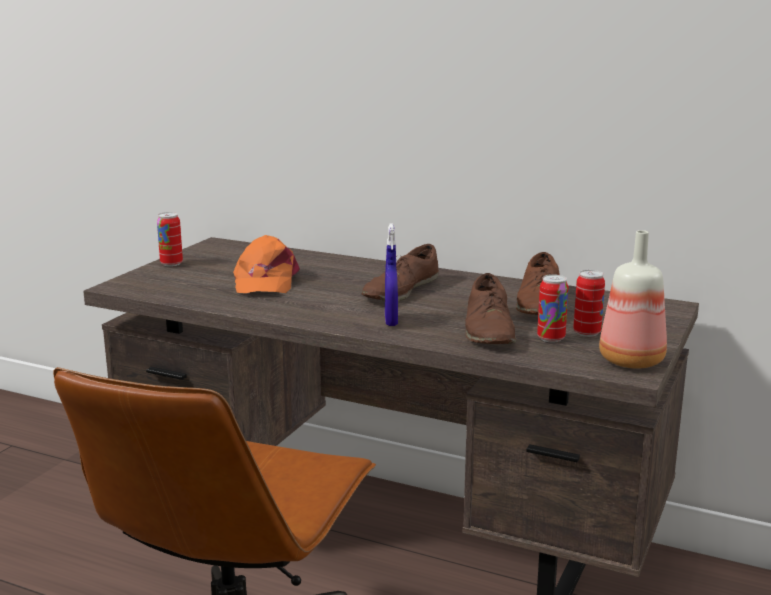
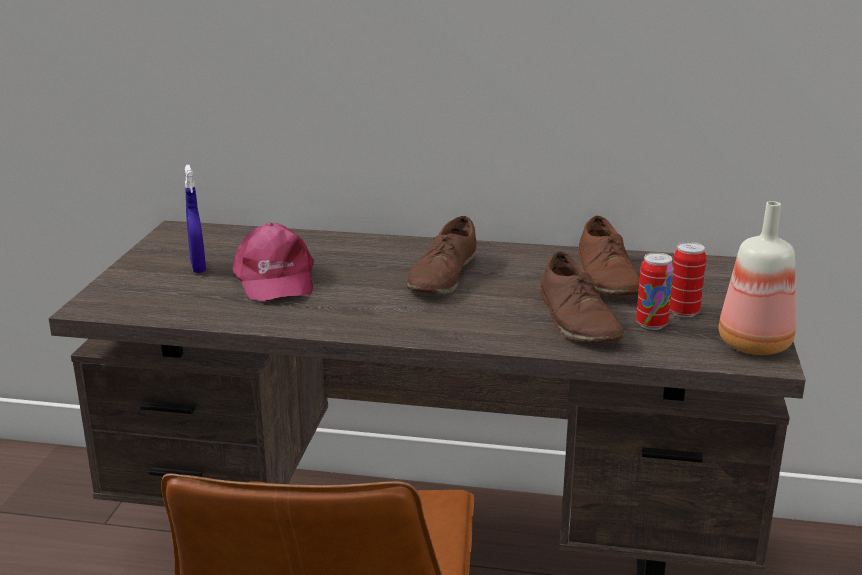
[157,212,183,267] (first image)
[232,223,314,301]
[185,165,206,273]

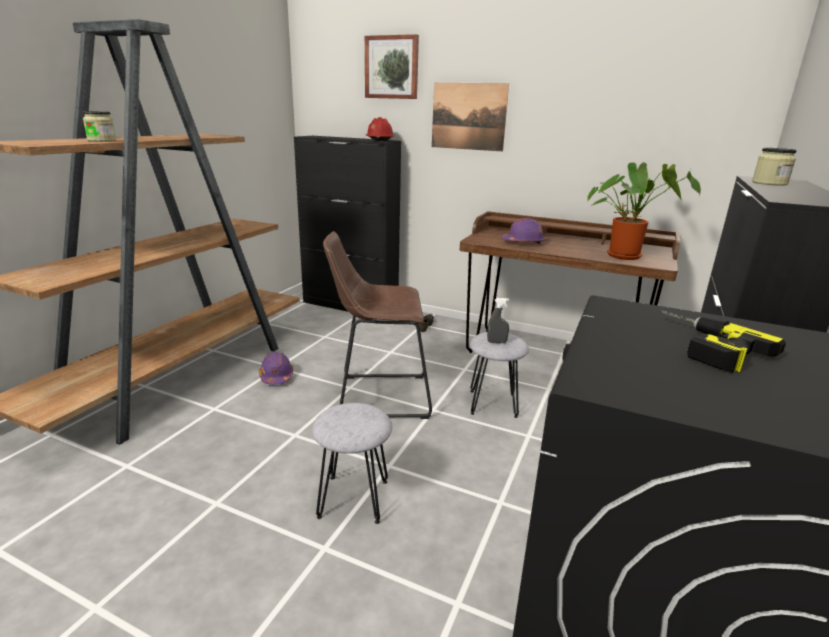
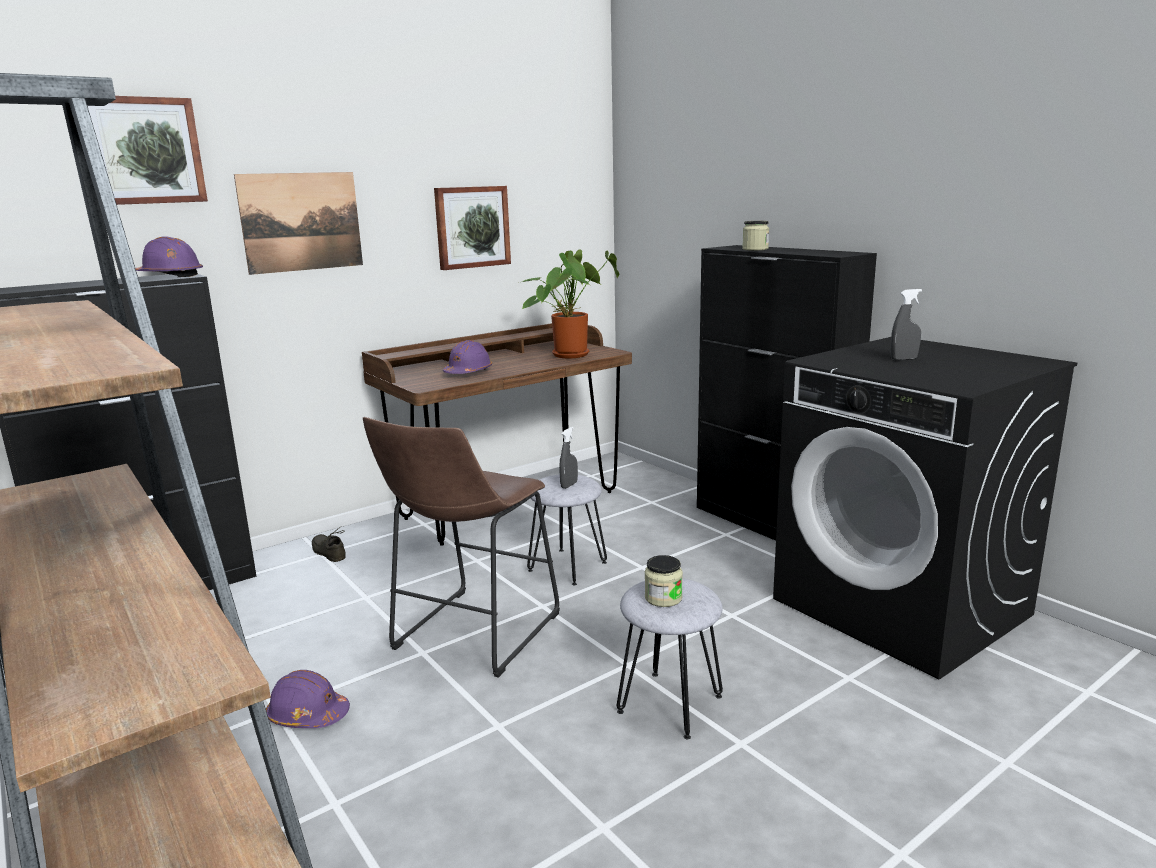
[645,555,683,607]
[135,236,203,277]
[890,289,922,360]
[434,186,511,270]

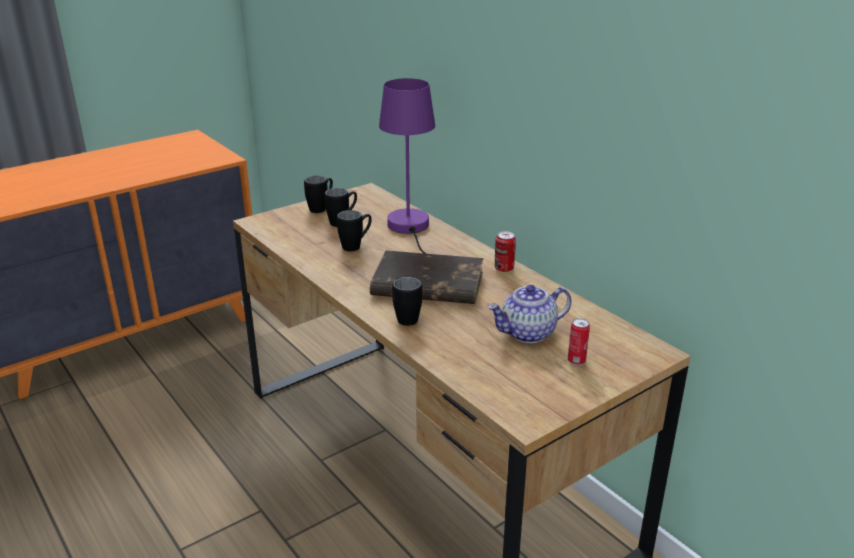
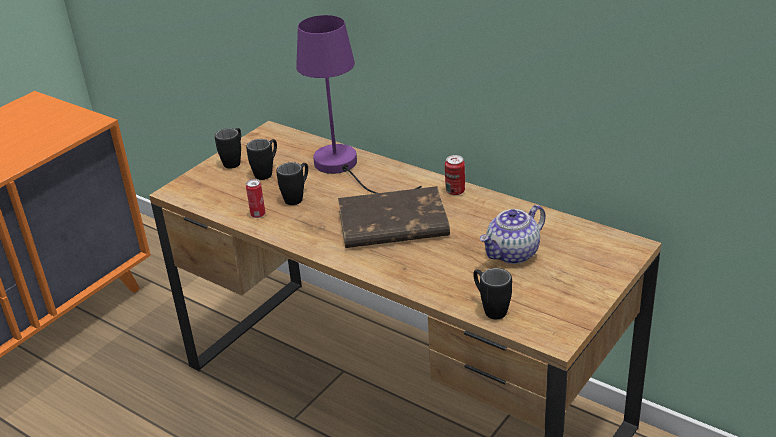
[473,268,512,319]
[246,179,265,218]

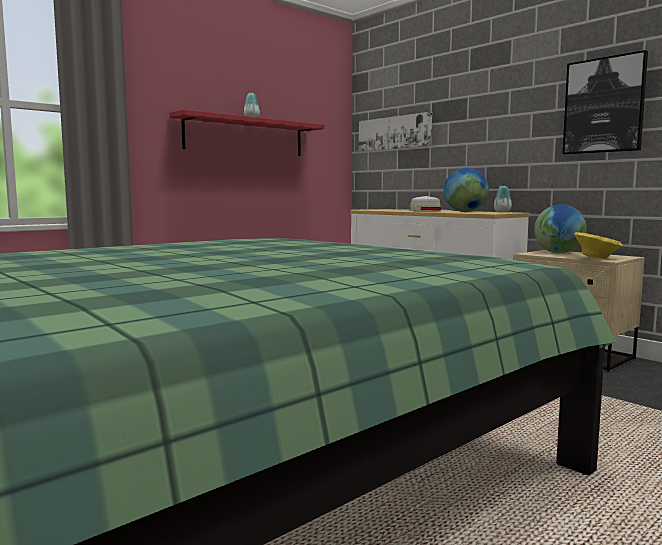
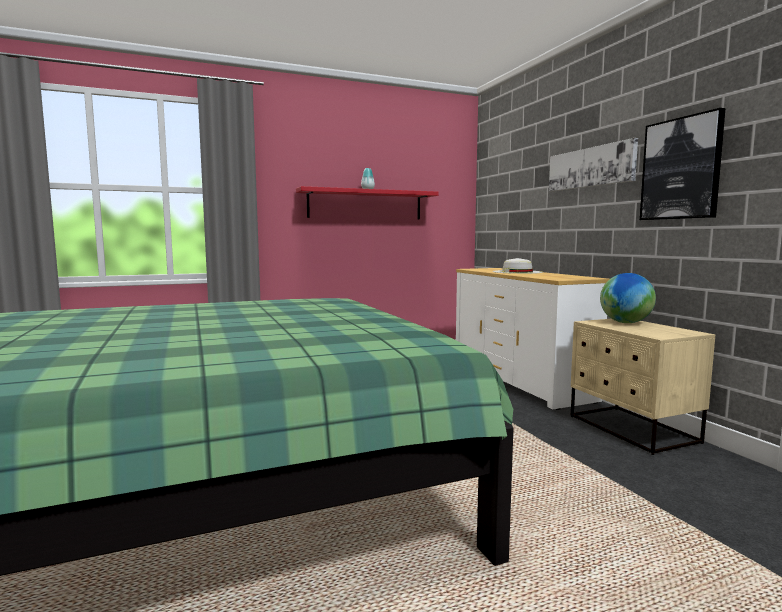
[549,138,638,191]
[444,168,489,212] (first image)
[494,186,512,212] (first image)
[573,232,622,259] (first image)

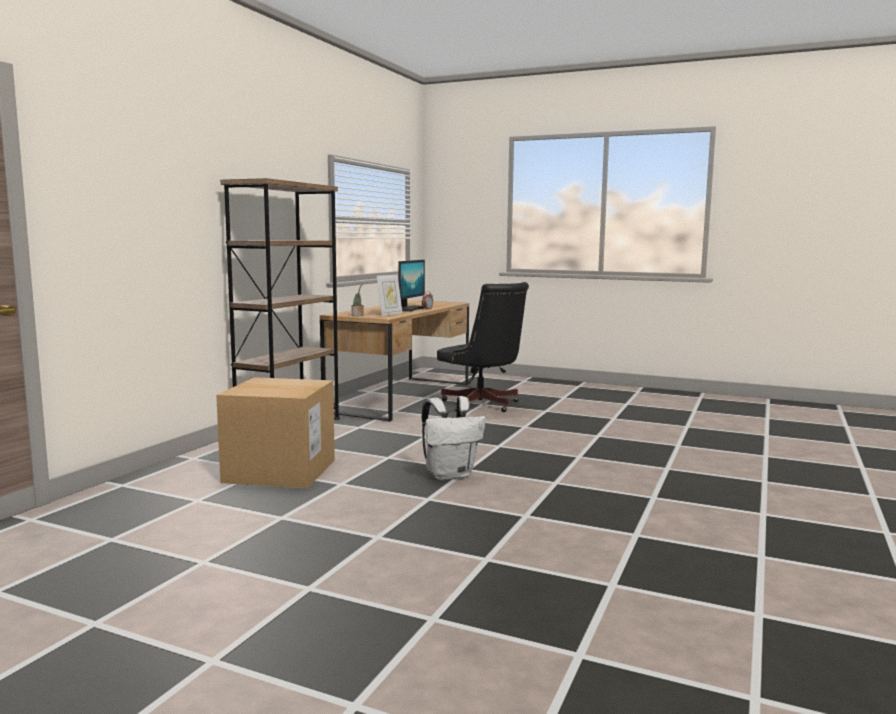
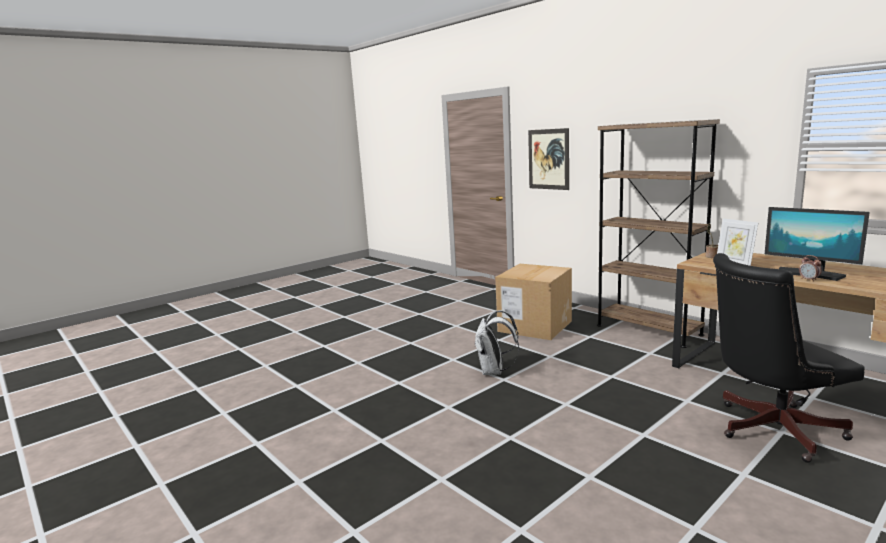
[528,128,569,190]

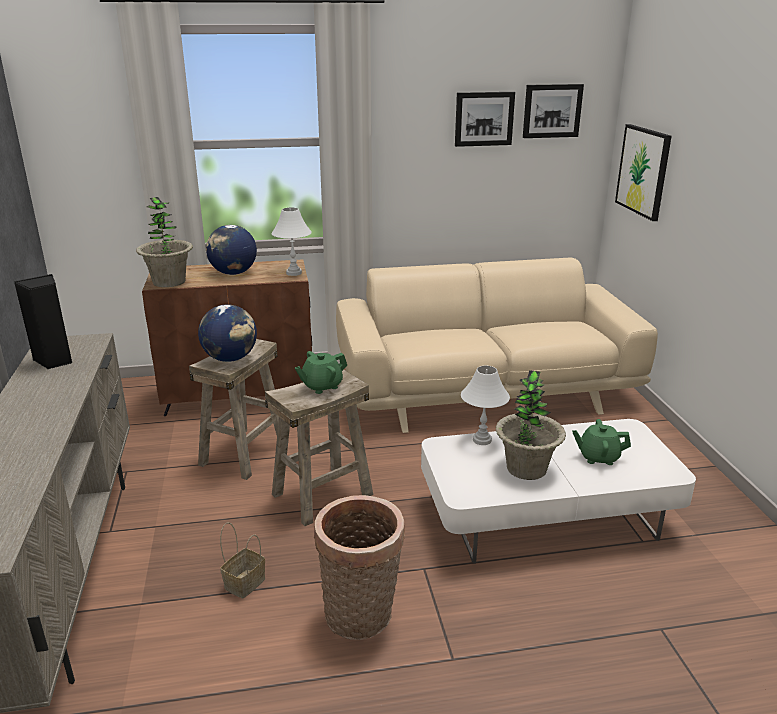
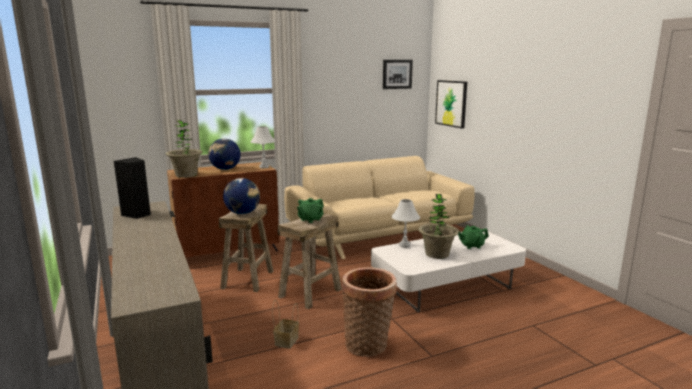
[455,92,515,147] (first image)

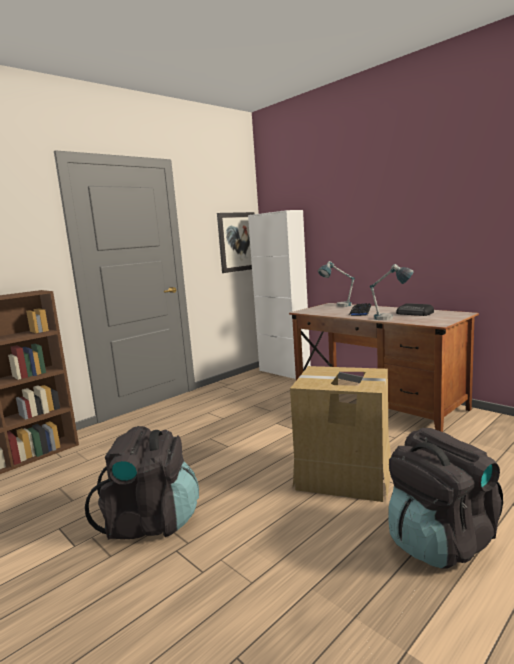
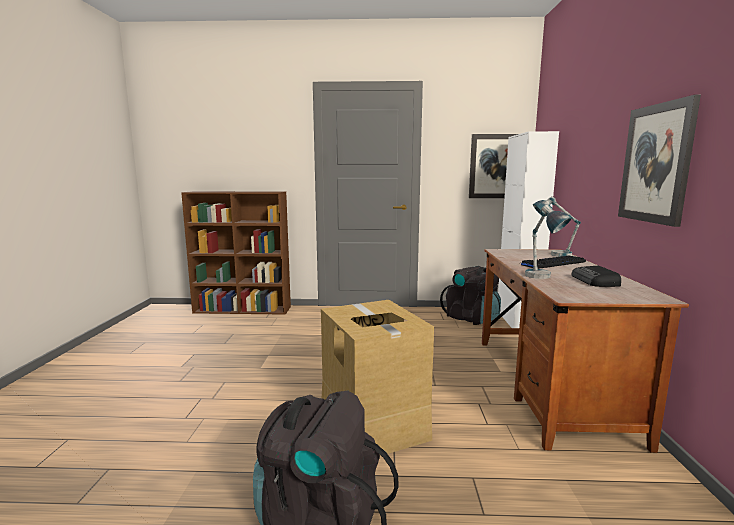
[440,266,501,325]
[618,95,701,227]

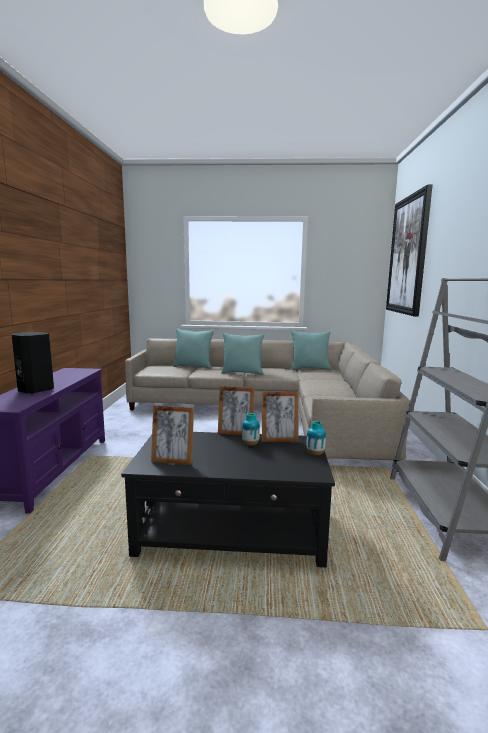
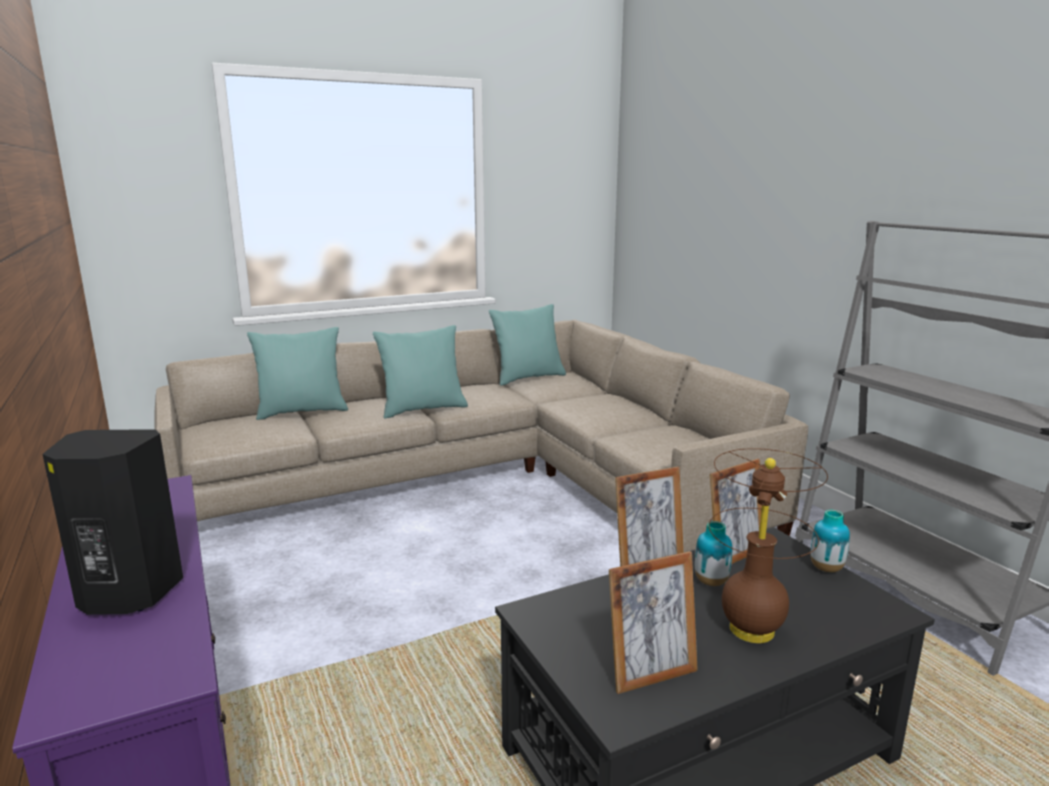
[386,185,432,316] (first image)
[709,448,828,643]

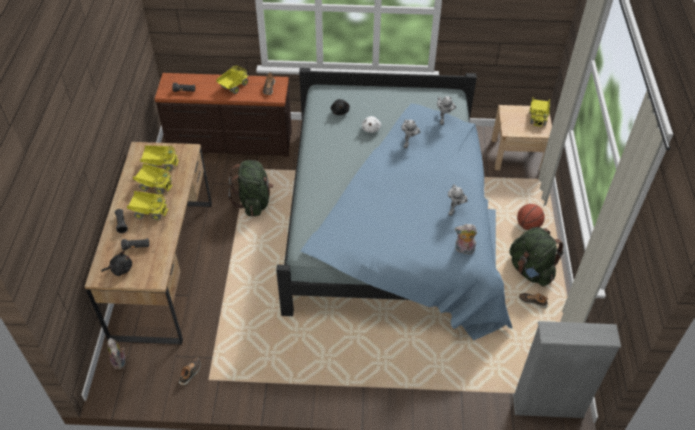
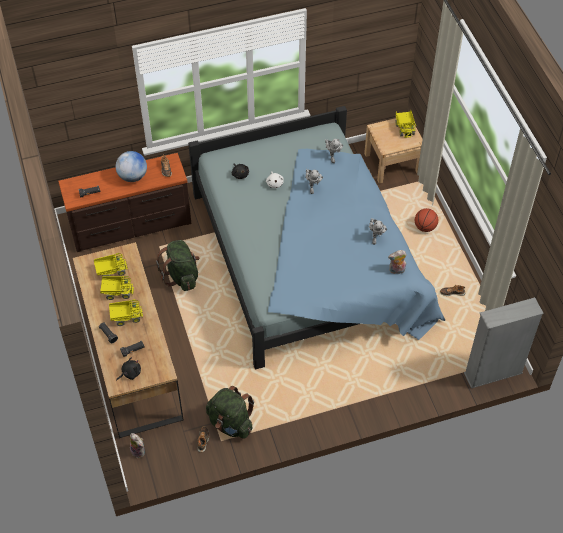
[116,151,147,182]
[206,386,254,439]

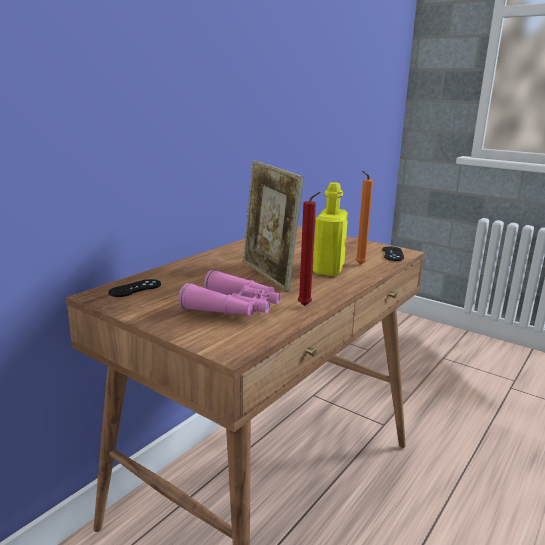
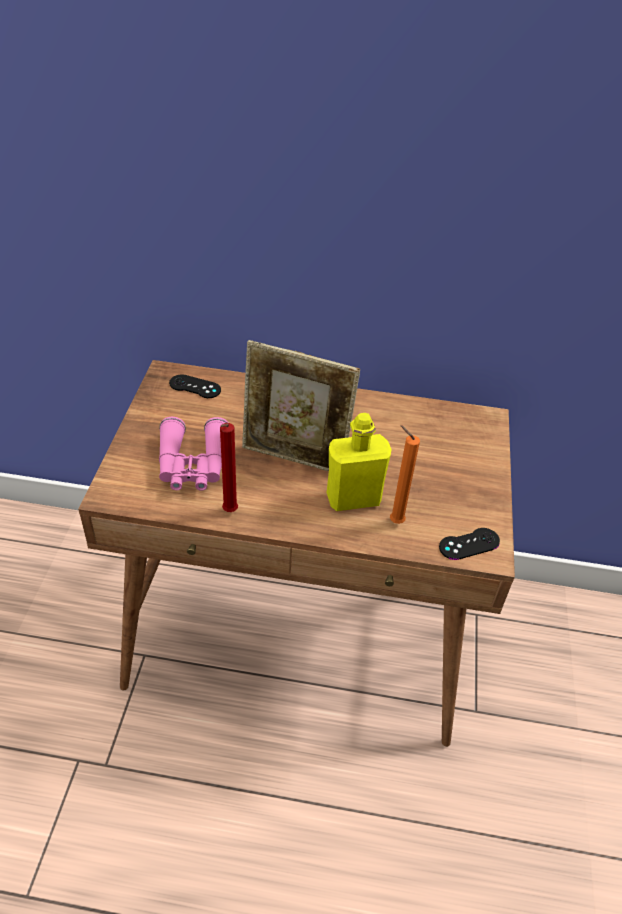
[242,340,360,472]

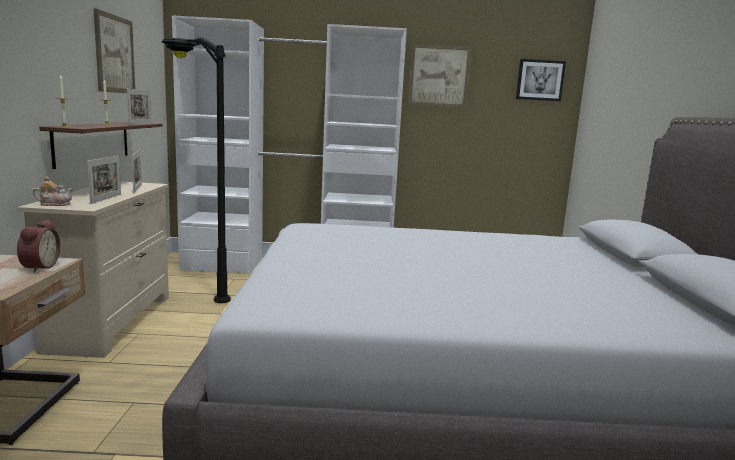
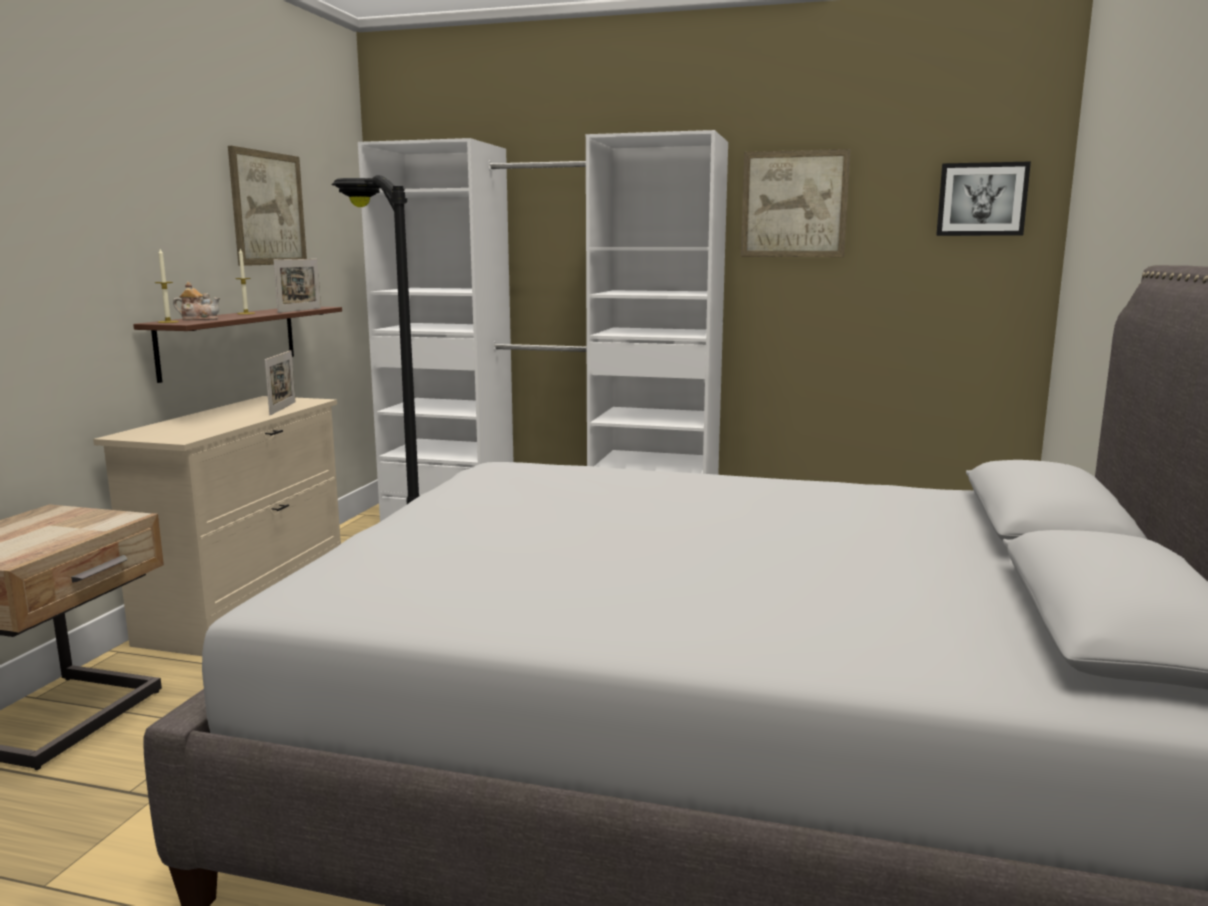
[17,220,60,273] (first image)
[173,282,220,320]
[87,156,121,204] (first image)

